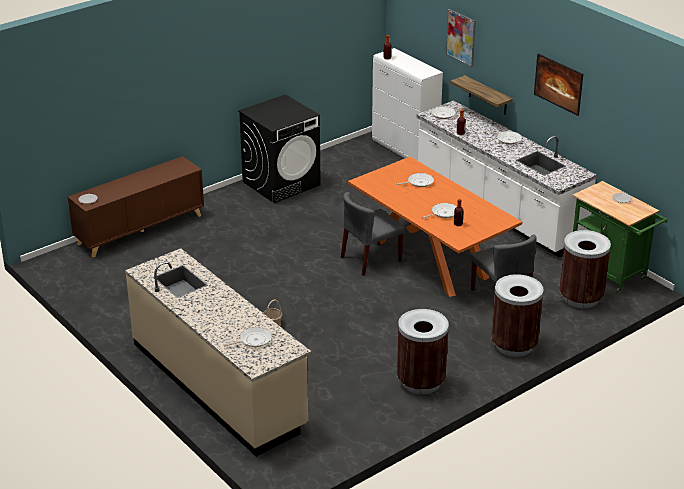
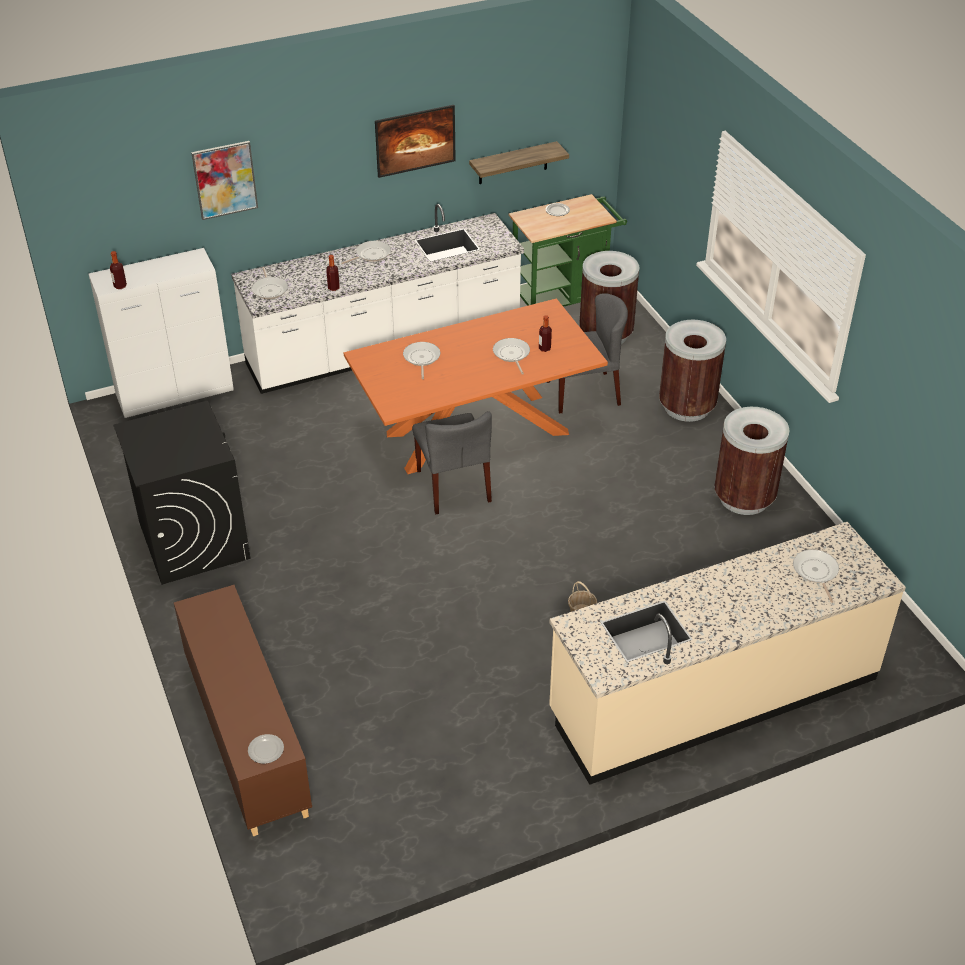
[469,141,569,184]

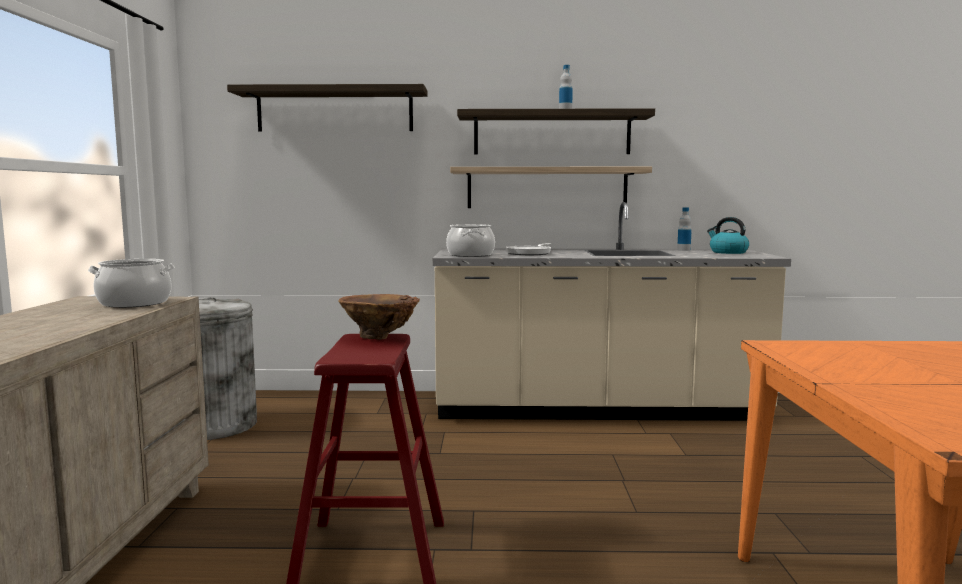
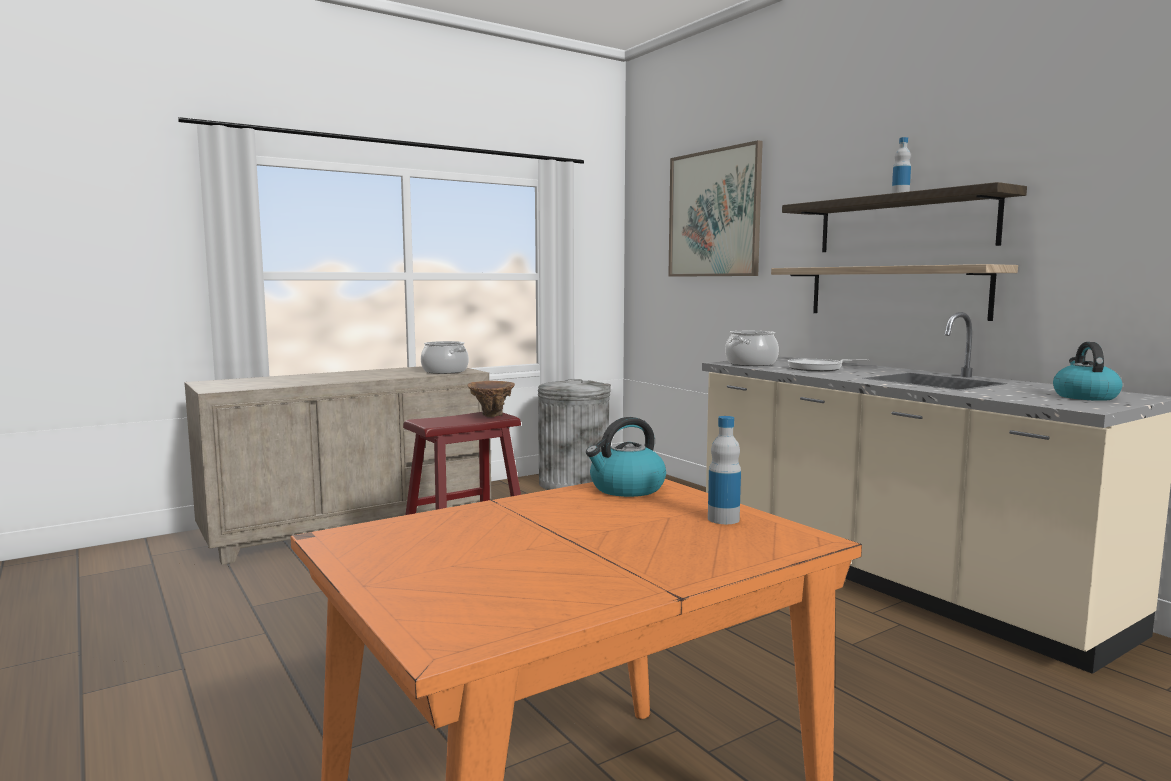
[668,140,763,277]
[708,416,741,524]
[586,417,666,497]

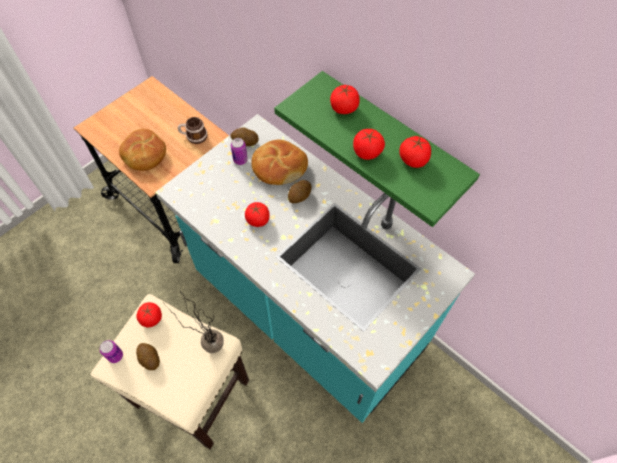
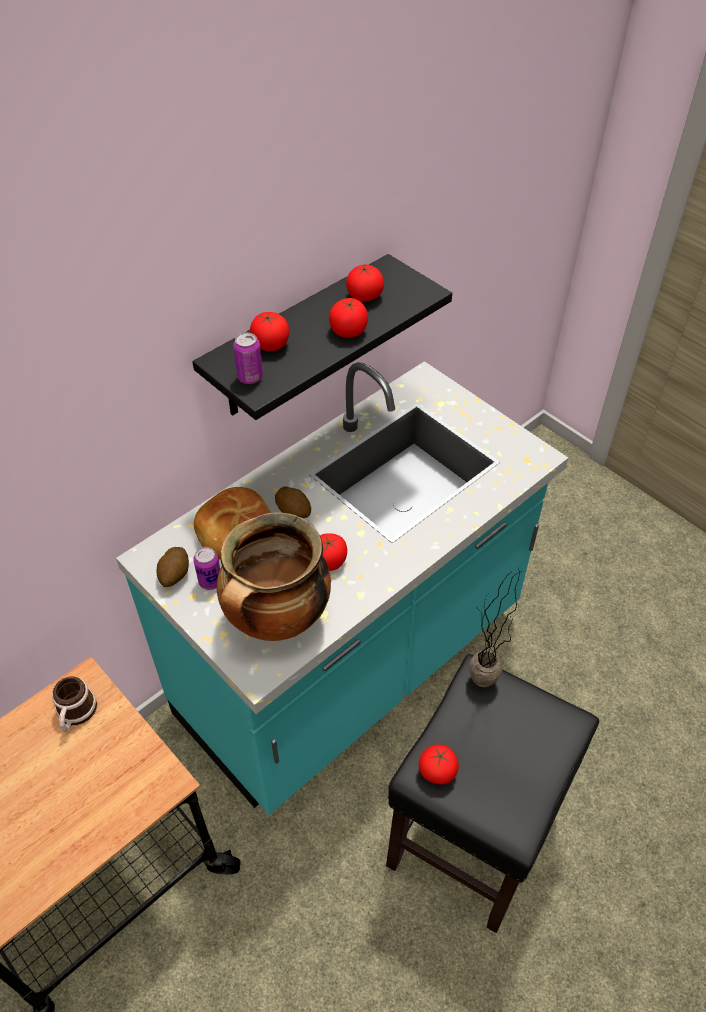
[386,654,599,933]
[233,332,263,384]
[119,129,166,171] (first image)
[136,343,160,370] (first image)
[192,254,452,420]
[217,512,331,641]

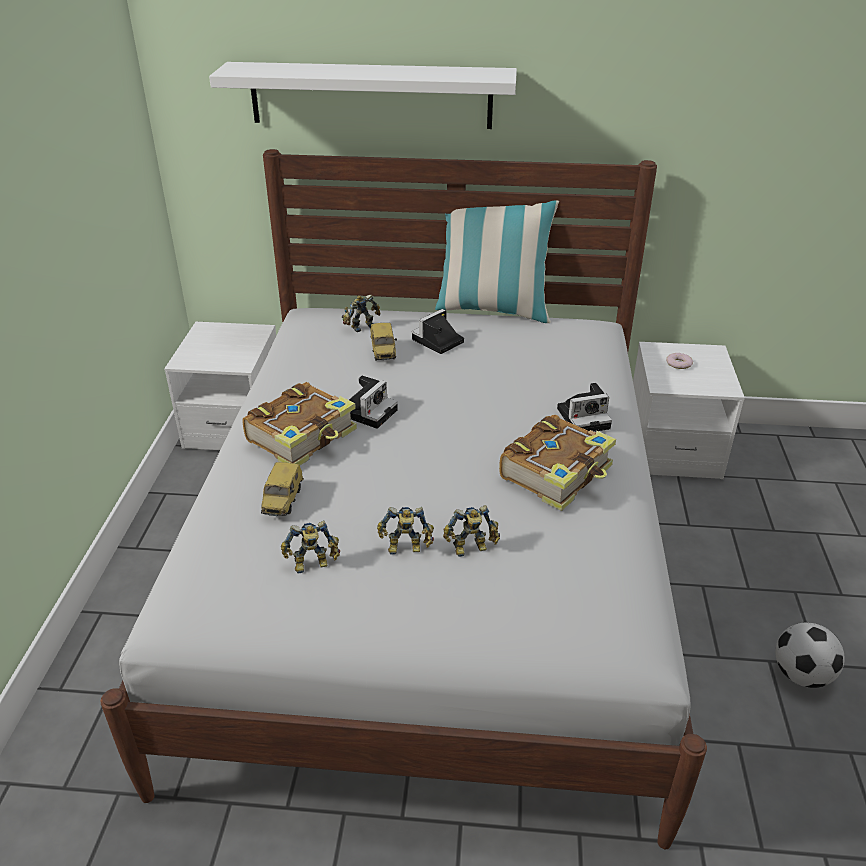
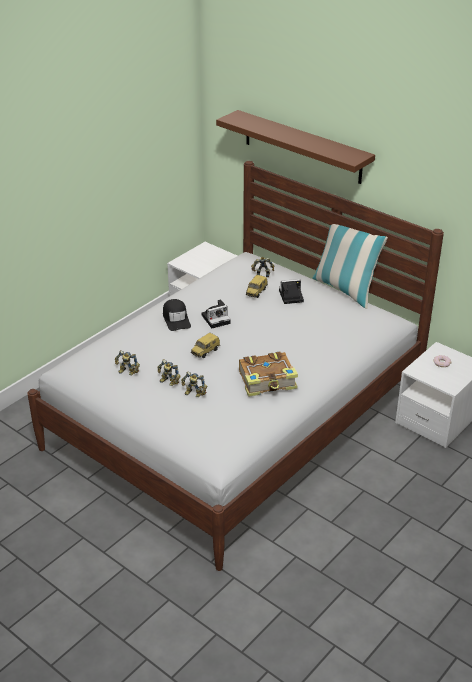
[216,110,375,184]
[163,299,191,331]
[191,333,220,358]
[557,383,612,432] (first image)
[775,622,845,688] (first image)

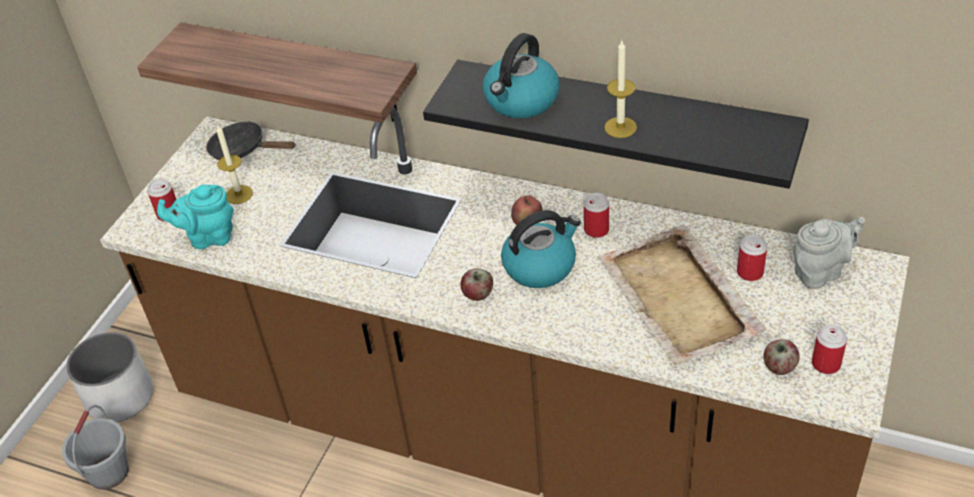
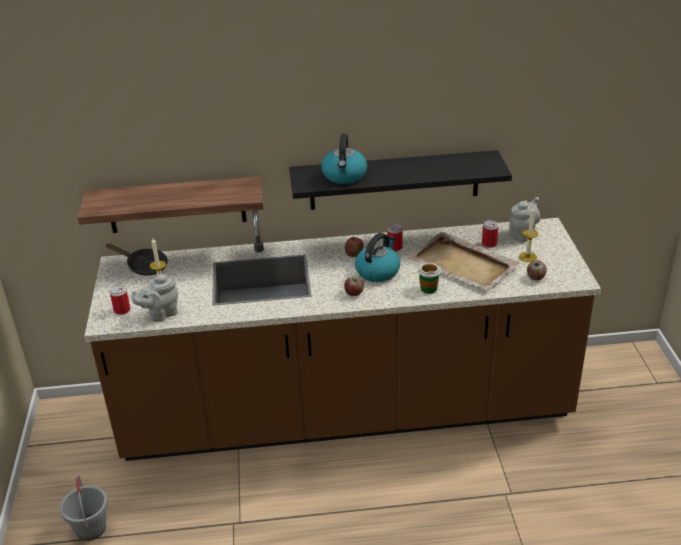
[66,332,153,422] (first image)
[132,273,178,322]
[106,243,168,275]
[519,207,538,262]
[812,324,847,374] (first image)
[418,263,441,294]

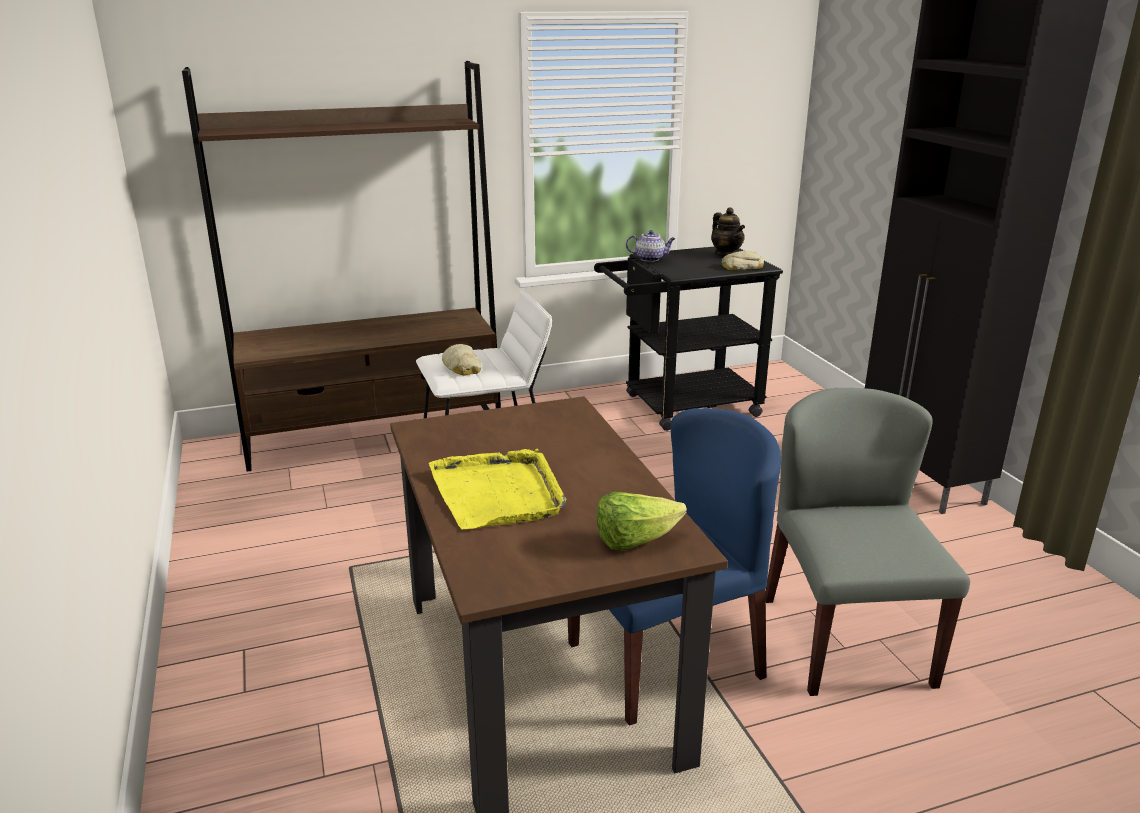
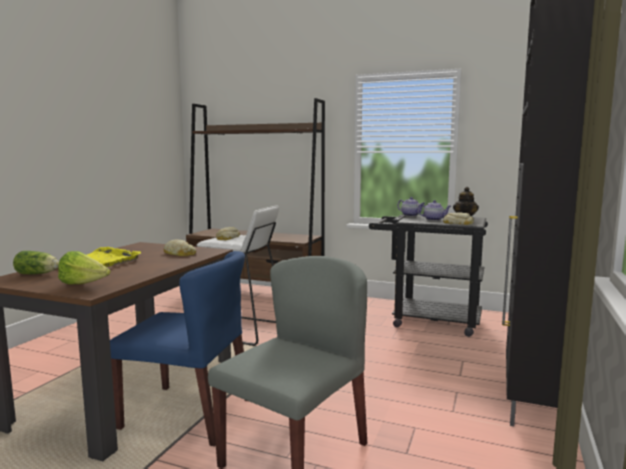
[13,251,59,274]
[163,239,196,256]
[417,200,451,221]

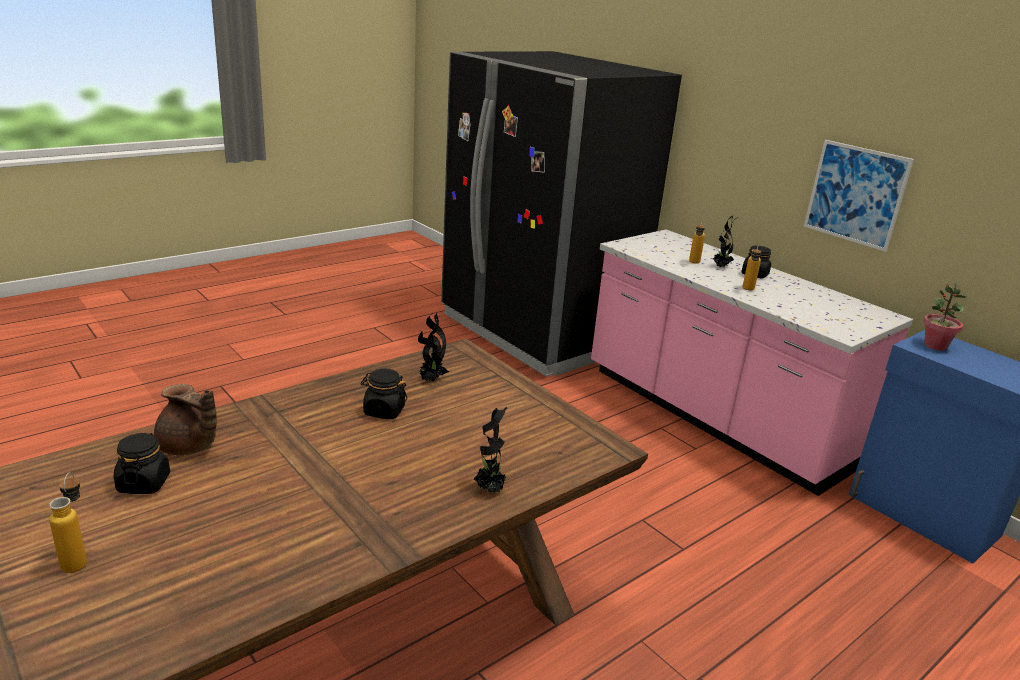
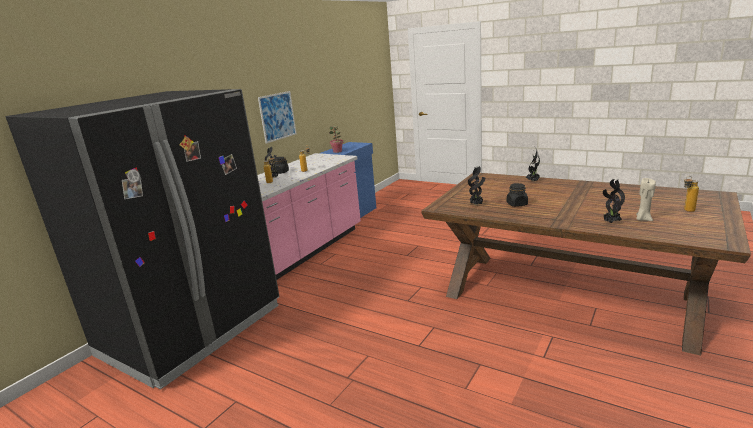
[636,178,656,221]
[603,179,625,223]

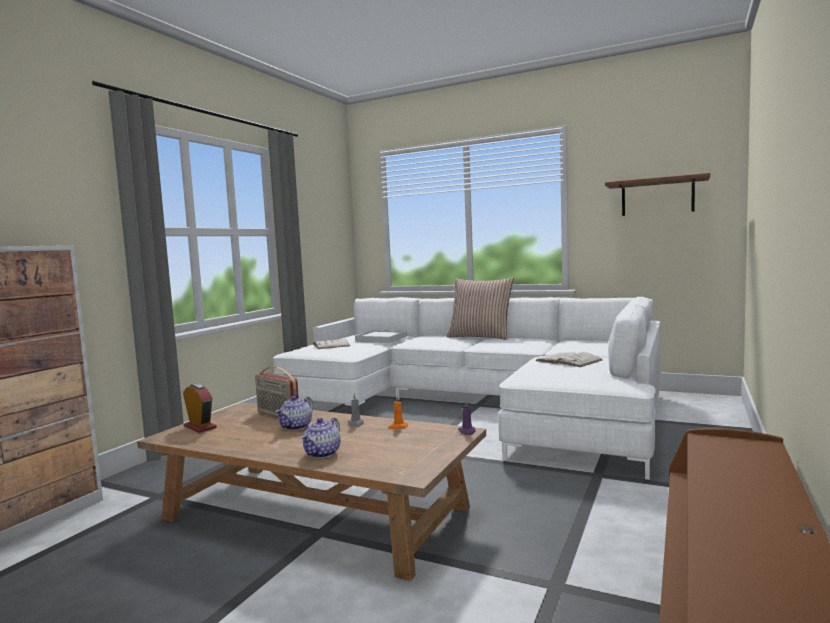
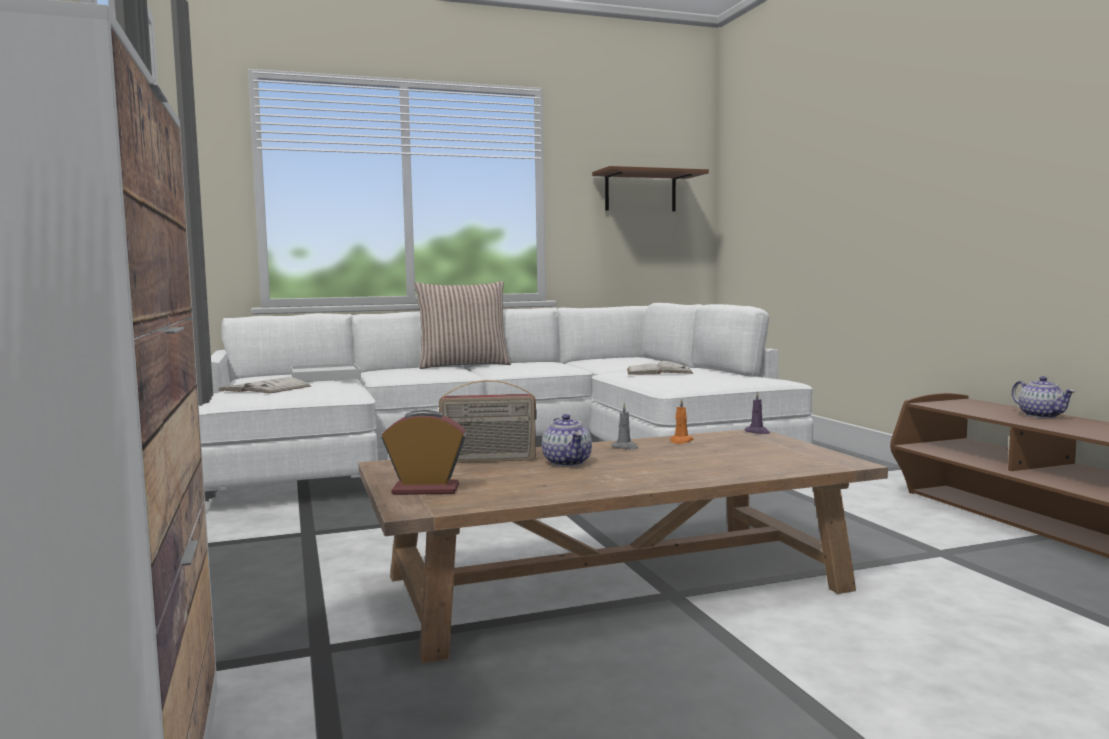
[1012,376,1076,418]

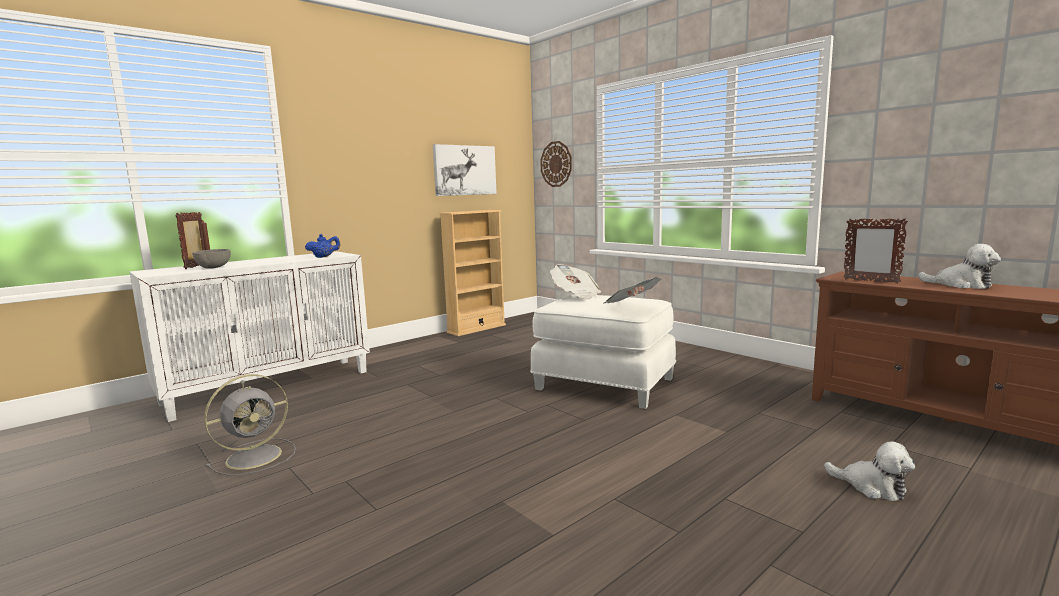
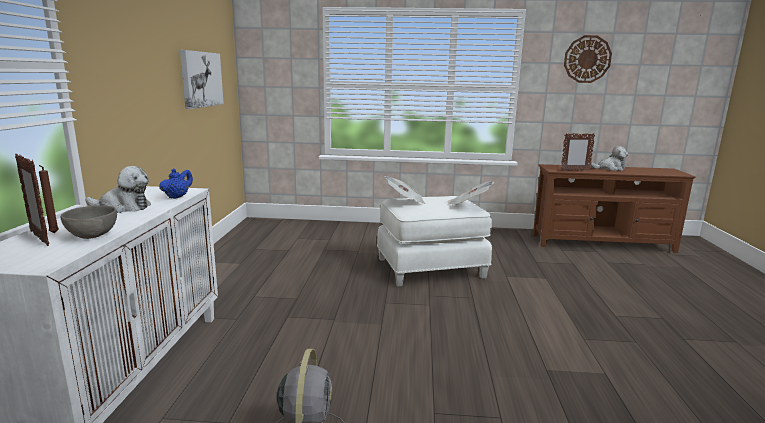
[439,210,506,336] (first image)
[564,35,612,83]
[85,166,151,213]

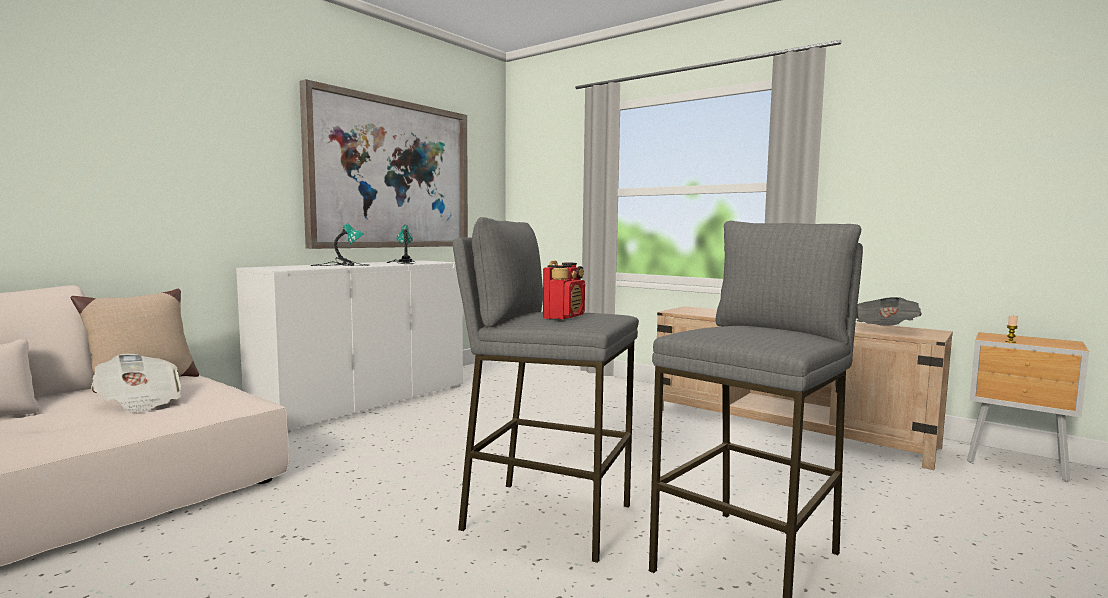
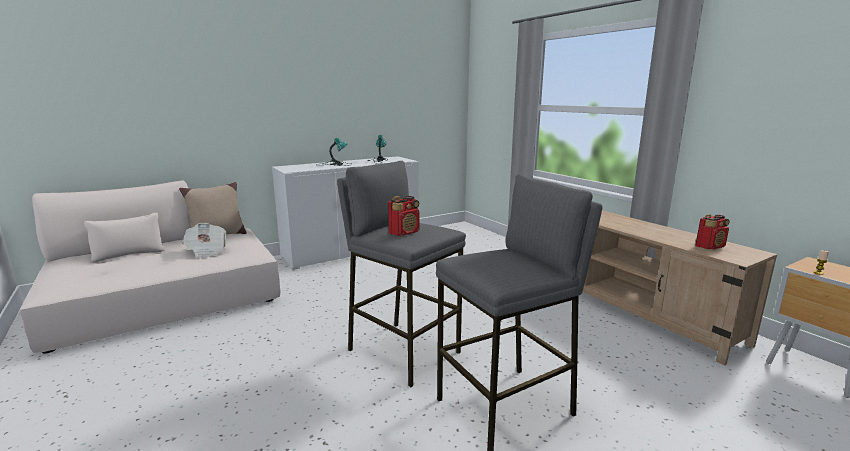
[299,79,468,249] (first image)
[695,214,729,249]

